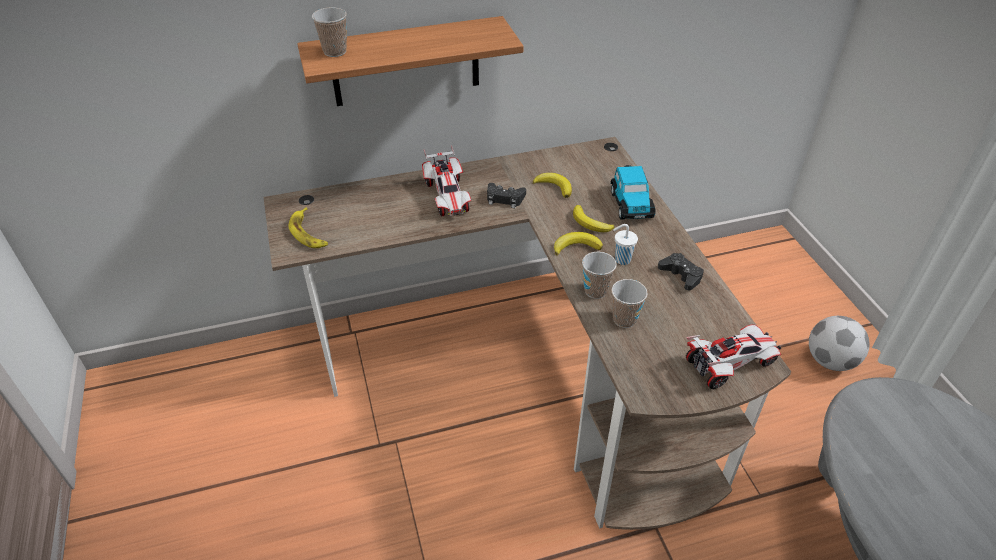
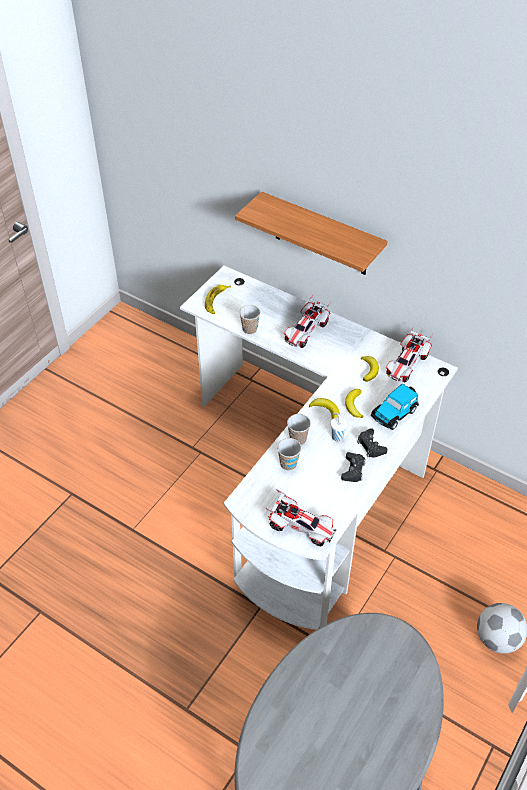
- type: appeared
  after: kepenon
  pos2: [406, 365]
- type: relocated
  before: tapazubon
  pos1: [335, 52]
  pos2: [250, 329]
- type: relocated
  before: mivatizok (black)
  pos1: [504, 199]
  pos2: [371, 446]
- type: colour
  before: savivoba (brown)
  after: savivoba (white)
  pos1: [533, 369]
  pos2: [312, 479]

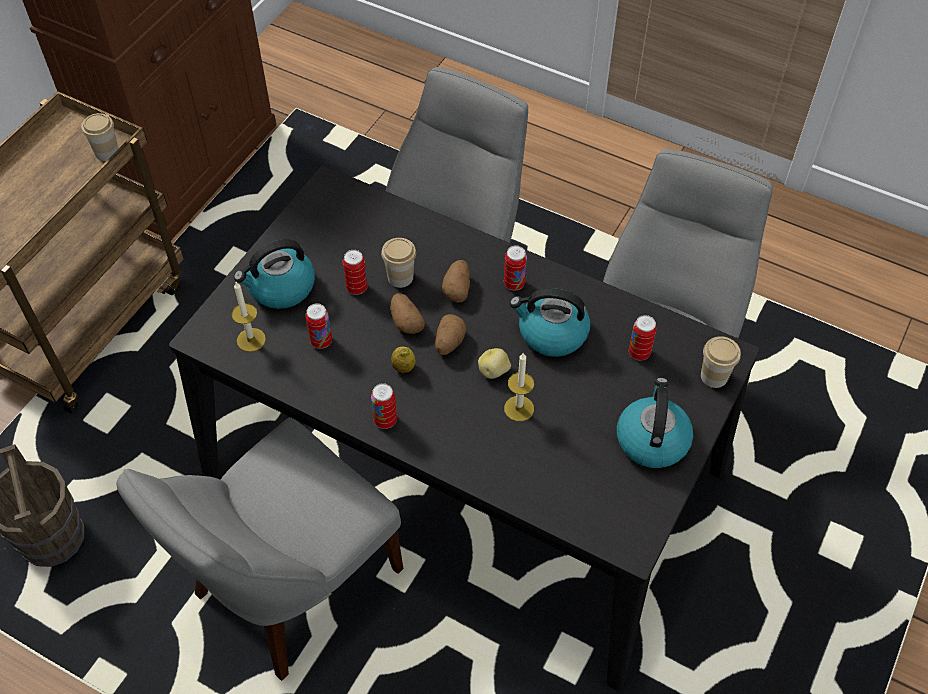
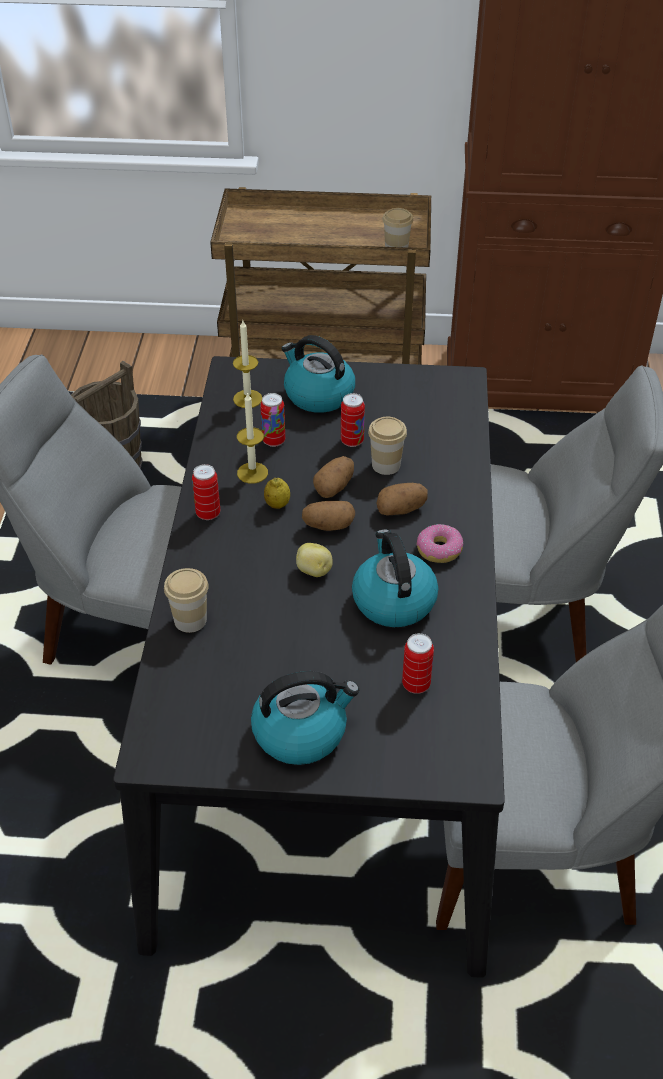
- type: relocated
  before: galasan
  pos1: [519, 408]
  pos2: [252, 473]
- type: relocated
  before: tapazubon
  pos1: [714, 376]
  pos2: [190, 620]
- type: exchanged
  before: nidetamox
  after: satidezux
  pos1: [514, 283]
  pos2: [439, 549]

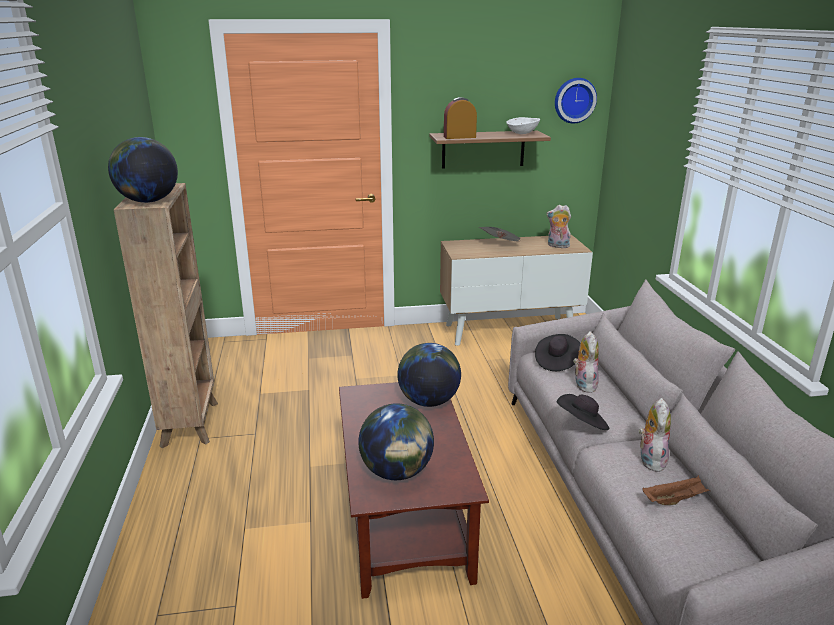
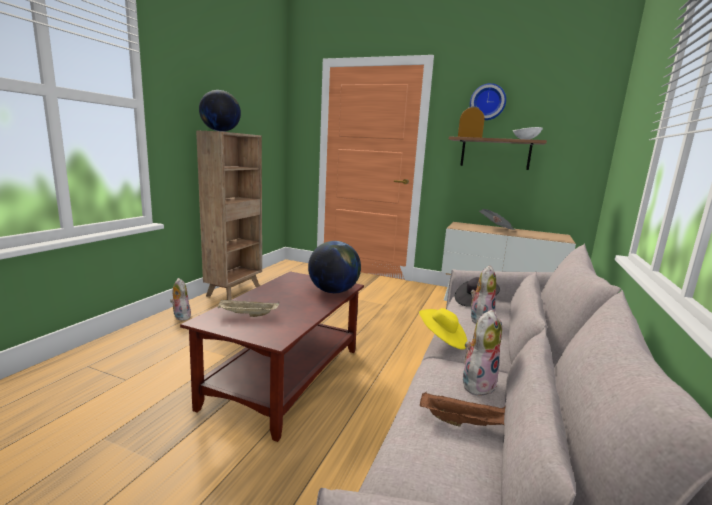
- type: relocated
  before: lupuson
  pos1: [557, 246]
  pos2: [180, 317]
- type: relocated
  before: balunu
  pos1: [574, 100]
  pos2: [487, 102]
- type: exchanged
  before: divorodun
  after: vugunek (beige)
  pos1: [397, 472]
  pos2: [247, 315]
- type: colour
  before: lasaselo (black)
  after: lasaselo (yellow)
  pos1: [582, 424]
  pos2: [442, 340]

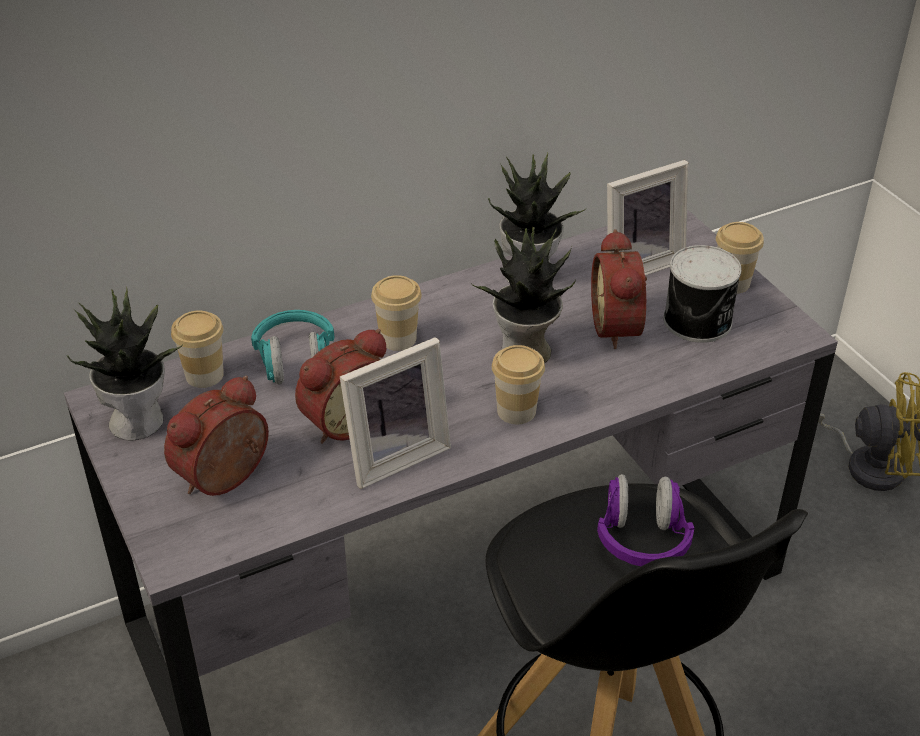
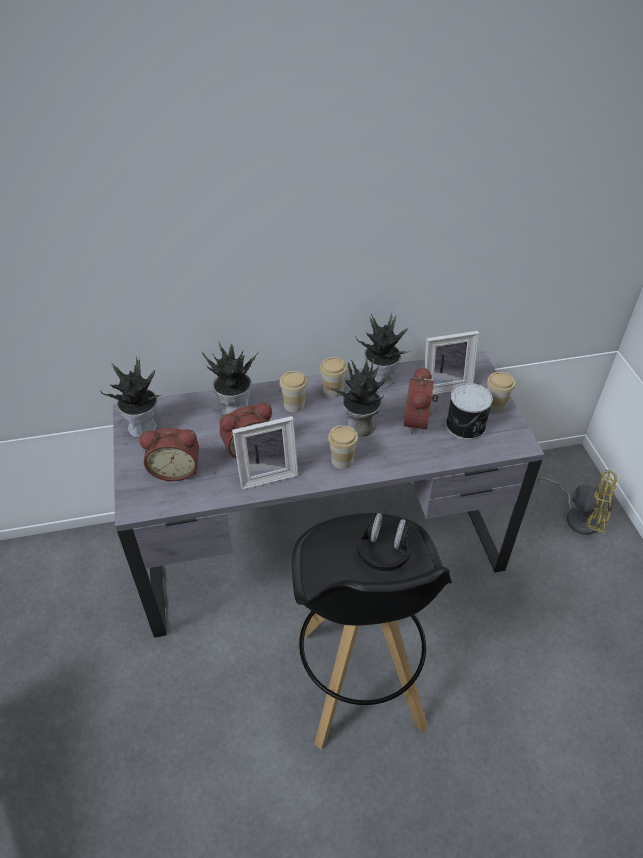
- type: relocated
  before: tapazubon
  pos1: [204, 375]
  pos2: [333, 391]
- type: exchanged
  before: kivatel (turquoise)
  after: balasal
  pos1: [295, 362]
  pos2: [235, 408]
- type: colour
  before: kivatel (purple)
  after: kivatel (black)
  pos1: [642, 539]
  pos2: [384, 551]
- type: spun
  before: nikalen
  pos1: [227, 479]
  pos2: [175, 469]
  turn: -150

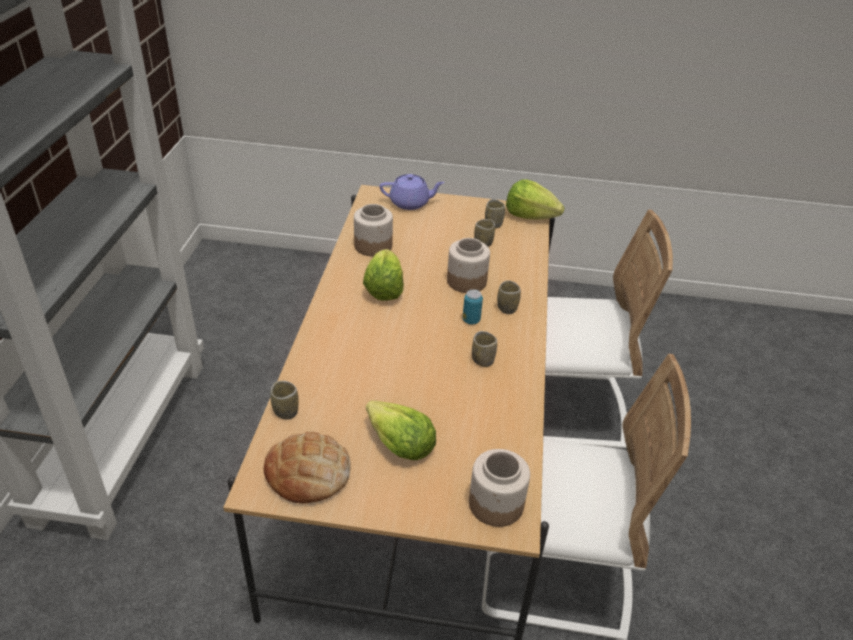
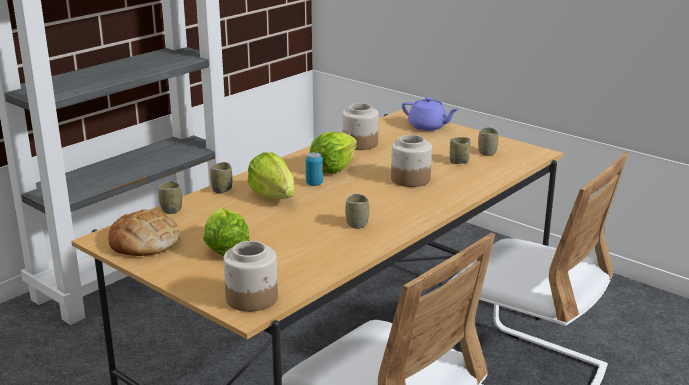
- type: relocated
  before: nidetamox
  pos1: [471, 320]
  pos2: [314, 183]
- type: relocated
  before: tapazubon
  pos1: [507, 308]
  pos2: [222, 190]
- type: relocated
  before: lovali
  pos1: [530, 216]
  pos2: [273, 196]

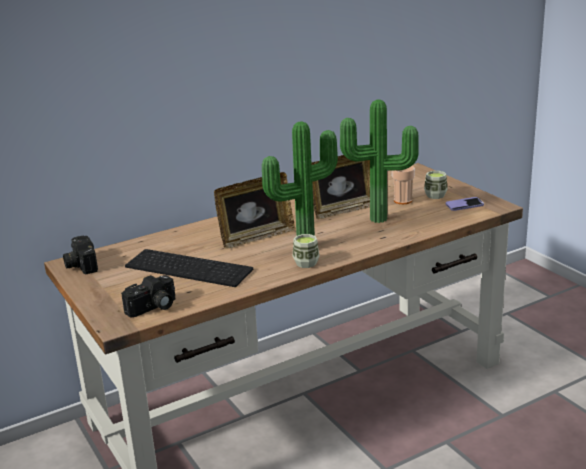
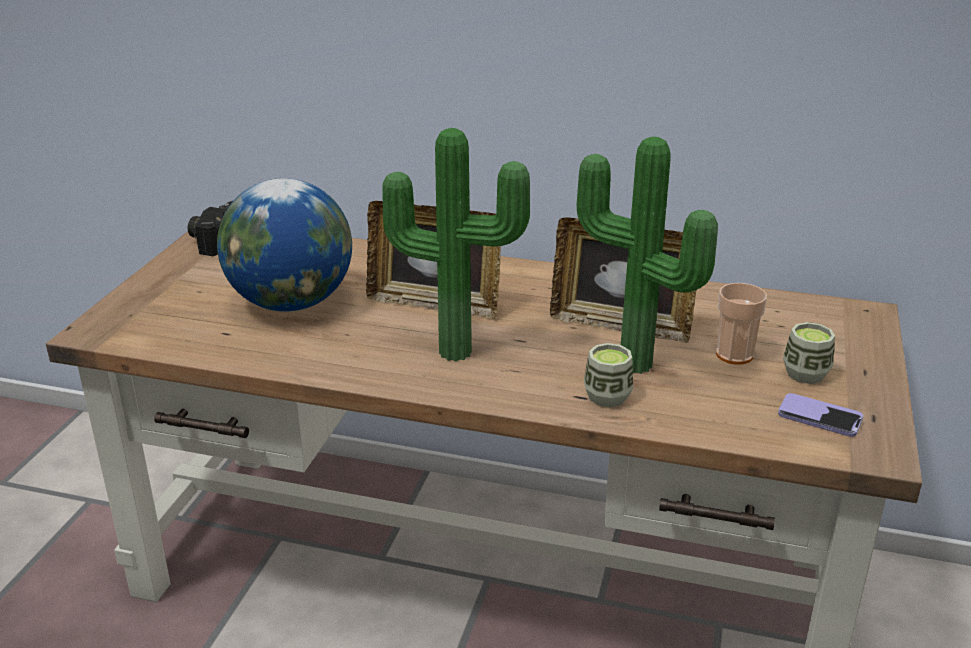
- type: missing
  before: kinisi
  pos1: [153, 308]
- type: relocated
  before: tapazubon
  pos1: [306, 263]
  pos2: [607, 396]
- type: exchanged
  before: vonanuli
  after: divorodun
  pos1: [191, 267]
  pos2: [292, 303]

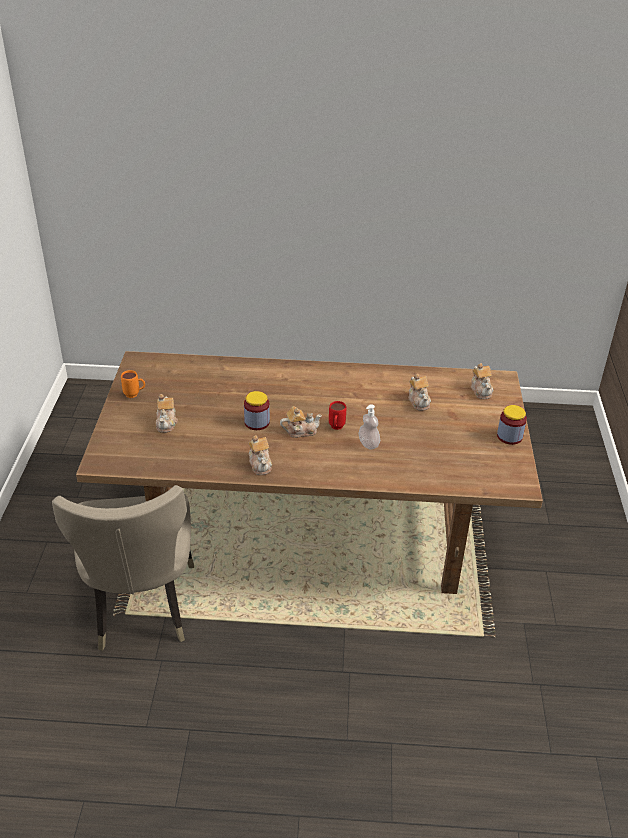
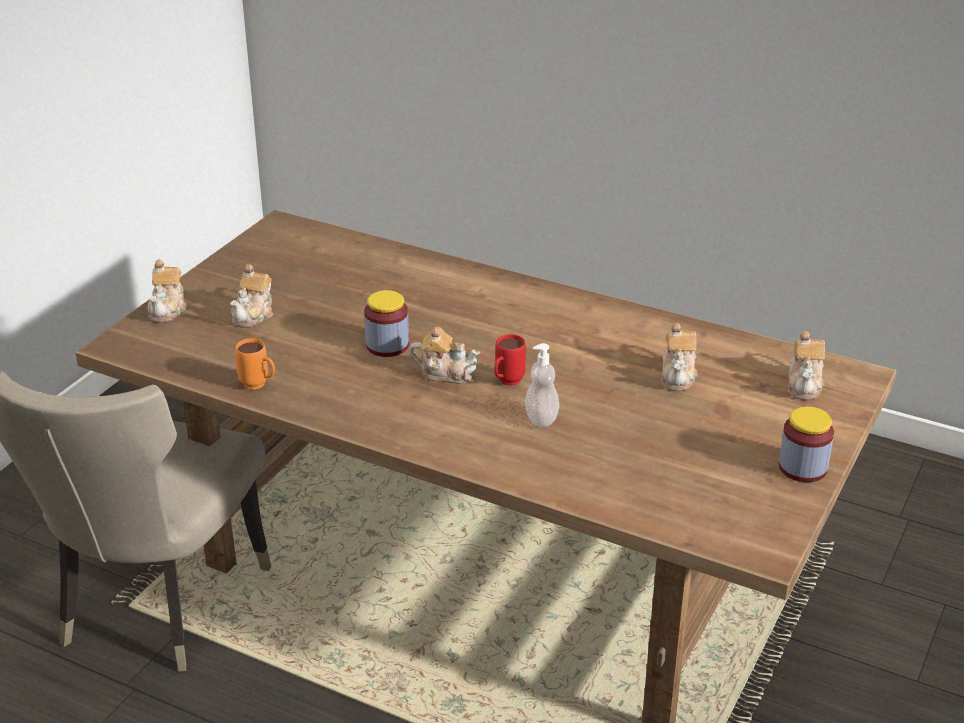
- type: relocated
  before: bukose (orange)
  pos1: [135, 395]
  pos2: [259, 386]
- type: relocated
  before: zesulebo
  pos1: [260, 464]
  pos2: [168, 309]

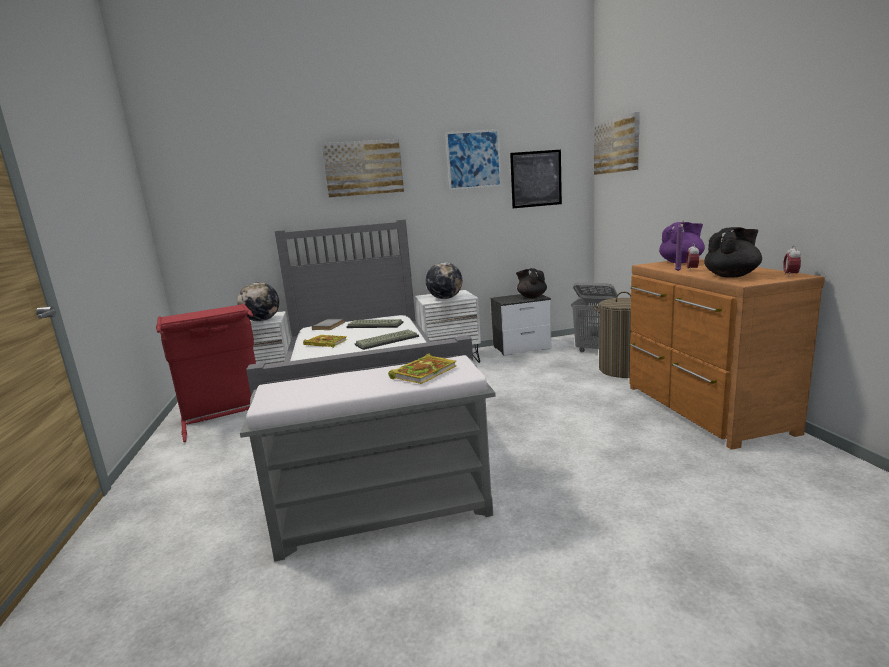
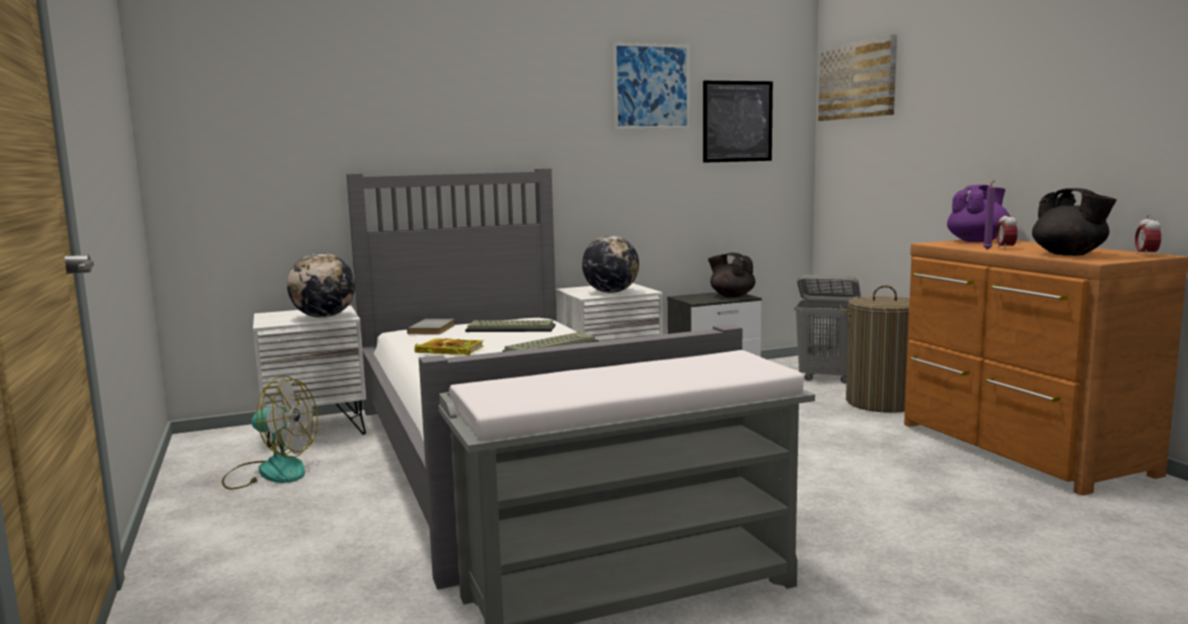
- type: missing
  before: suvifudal
  pos1: [363, 168]
- type: missing
  before: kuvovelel
  pos1: [424, 372]
- type: exchanged
  before: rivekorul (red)
  after: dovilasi
  pos1: [225, 416]
  pos2: [270, 472]
- type: spun
  before: zesulebo (black)
  pos1: [732, 276]
  pos2: [1069, 254]
  turn: 105

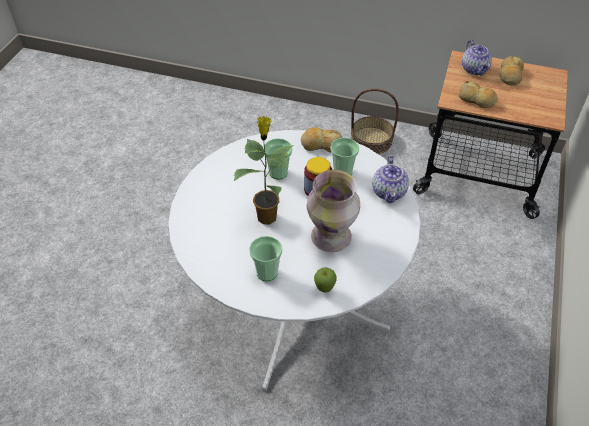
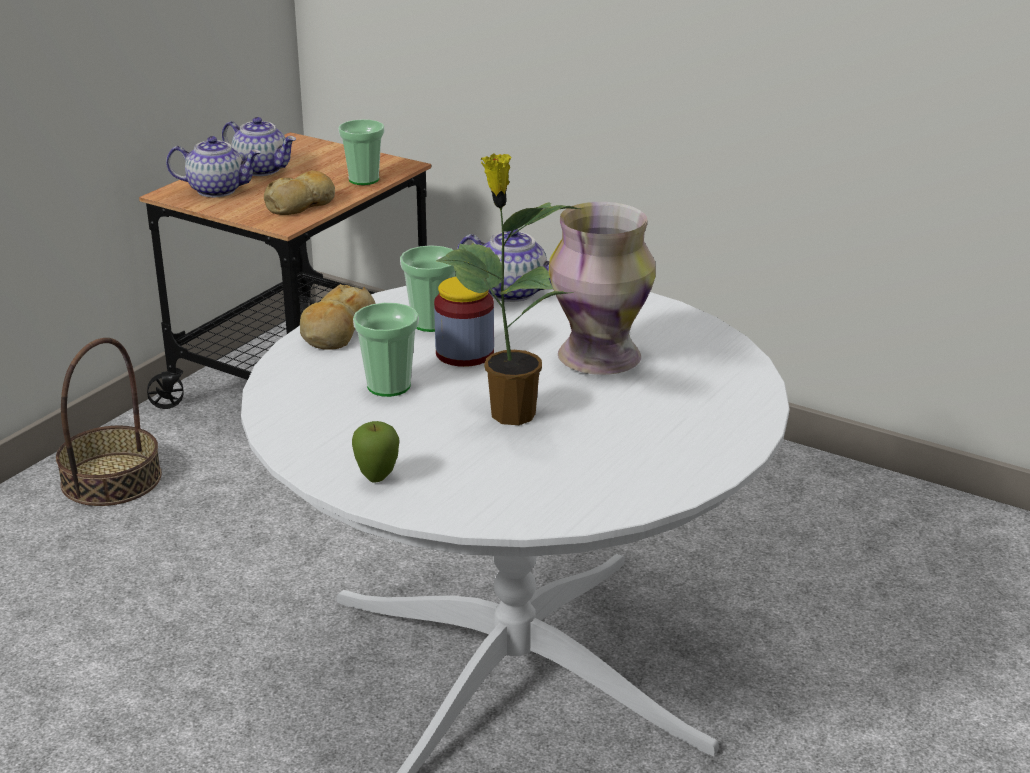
- type: relocated
  before: tapazubon
  pos1: [267, 272]
  pos2: [364, 179]
- type: relocated
  before: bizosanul
  pos1: [324, 289]
  pos2: [377, 479]
- type: exchanged
  before: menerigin
  after: zesulebo
  pos1: [510, 75]
  pos2: [262, 169]

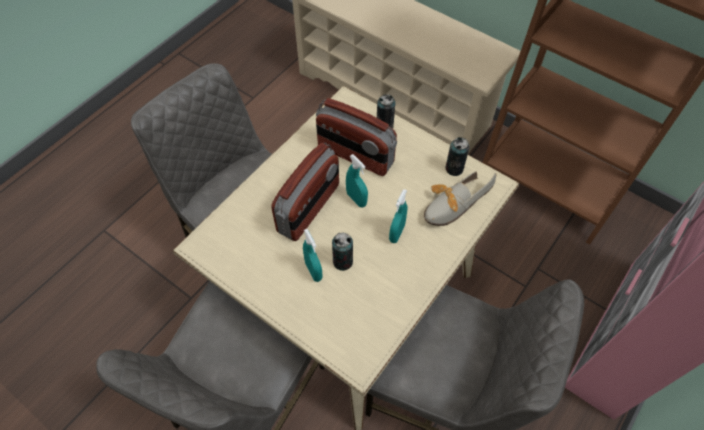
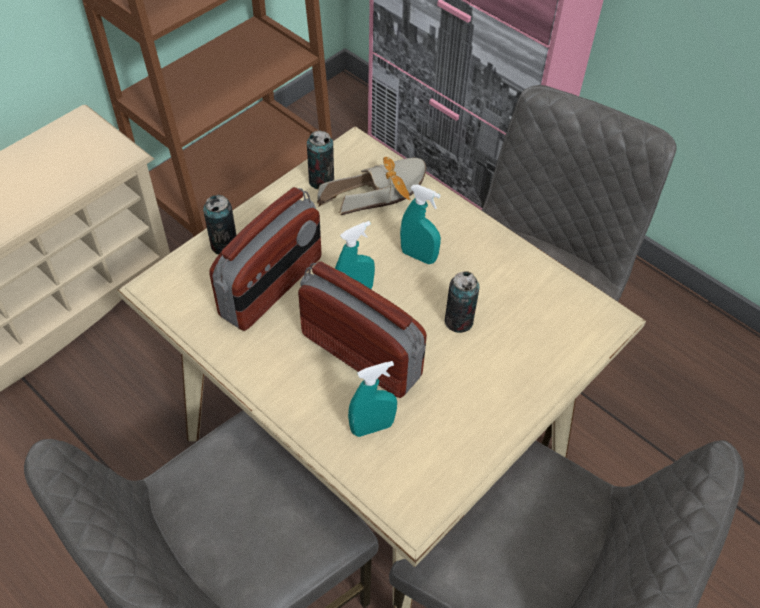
- type: relocated
  before: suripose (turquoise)
  pos1: [313, 271]
  pos2: [372, 427]
- type: spun
  before: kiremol
  pos1: [452, 205]
  pos2: [381, 192]
  turn: -90

